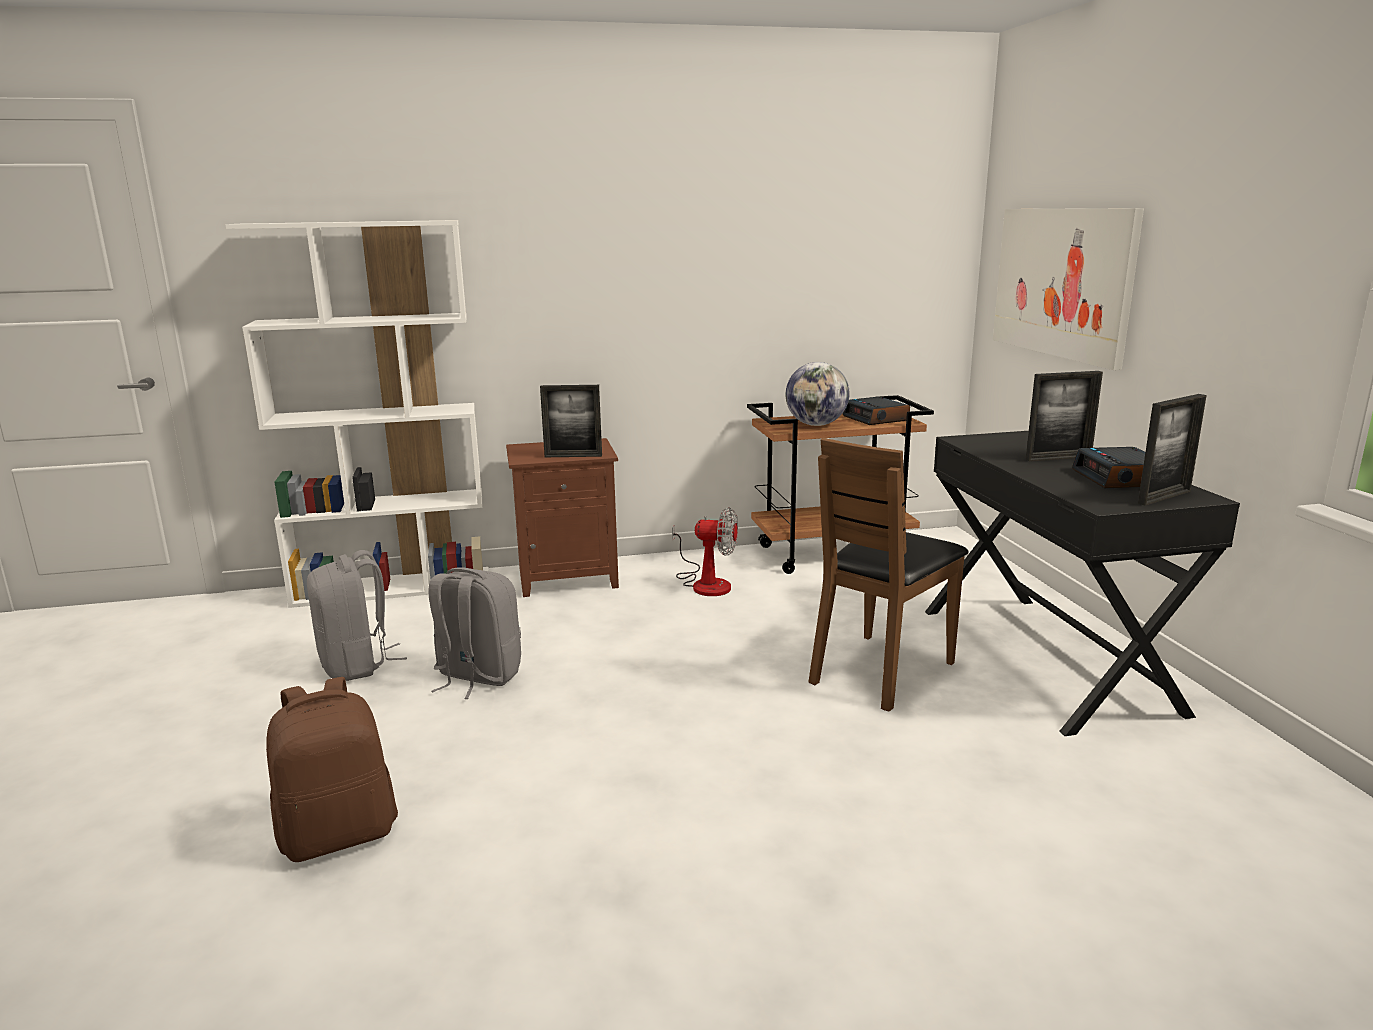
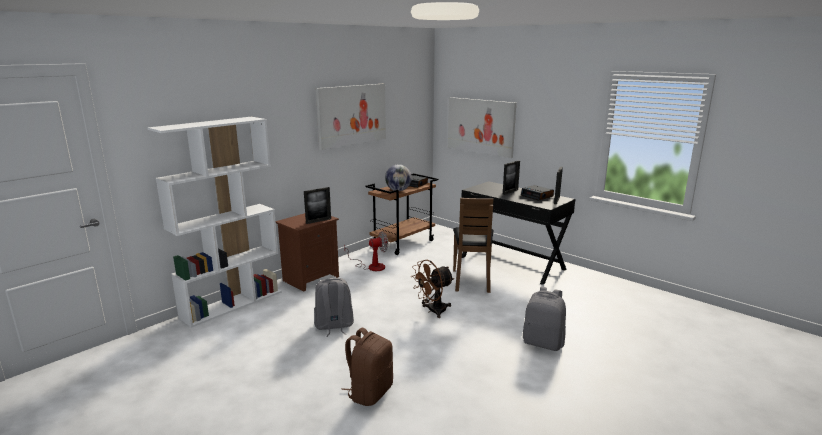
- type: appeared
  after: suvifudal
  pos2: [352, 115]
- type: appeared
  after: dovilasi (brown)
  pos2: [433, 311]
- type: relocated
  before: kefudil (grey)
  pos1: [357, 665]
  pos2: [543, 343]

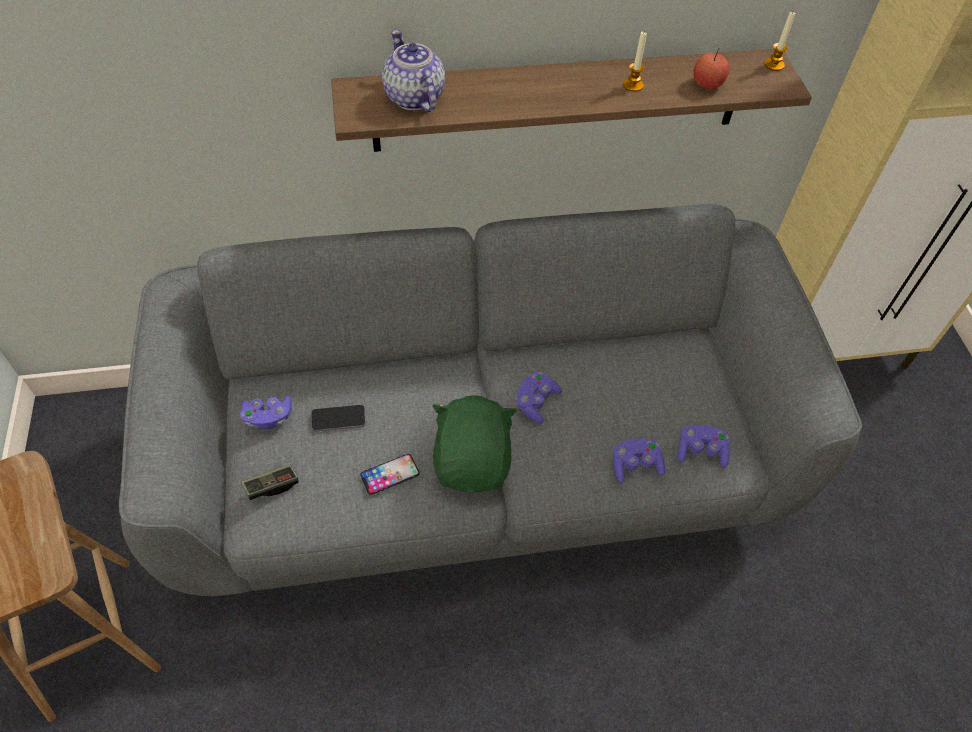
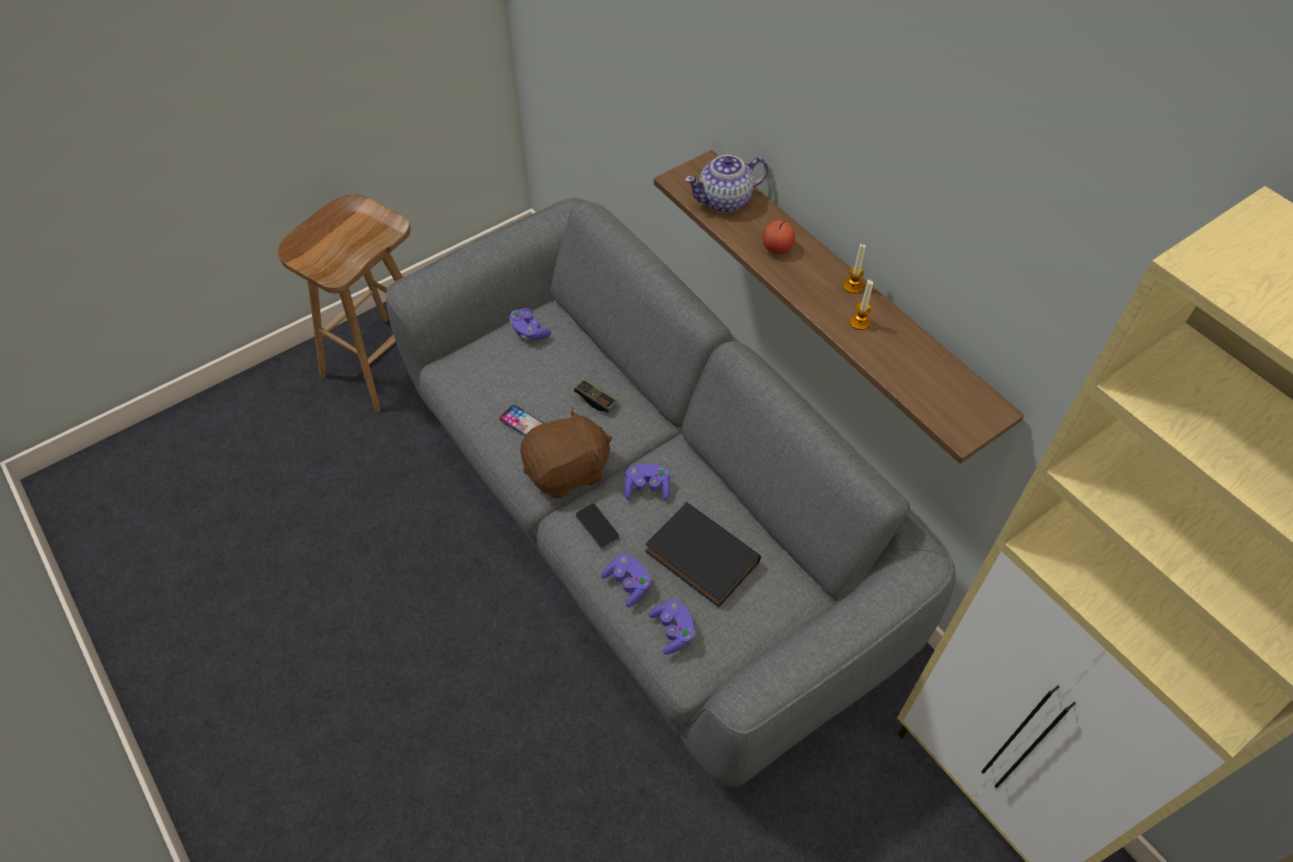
- type: appeared
  after: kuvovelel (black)
  pos2: [704, 558]
- type: relocated
  before: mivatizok
  pos1: [271, 486]
  pos2: [596, 400]
- type: relocated
  before: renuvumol
  pos1: [338, 419]
  pos2: [597, 526]
- type: relocated
  before: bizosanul
  pos1: [707, 84]
  pos2: [777, 248]
- type: relocated
  before: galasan
  pos1: [774, 65]
  pos2: [853, 286]
- type: colour
  before: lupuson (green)
  after: lupuson (brown)
  pos1: [473, 461]
  pos2: [567, 471]
- type: spun
  before: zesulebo
  pos1: [414, 98]
  pos2: [725, 200]
  turn: -150

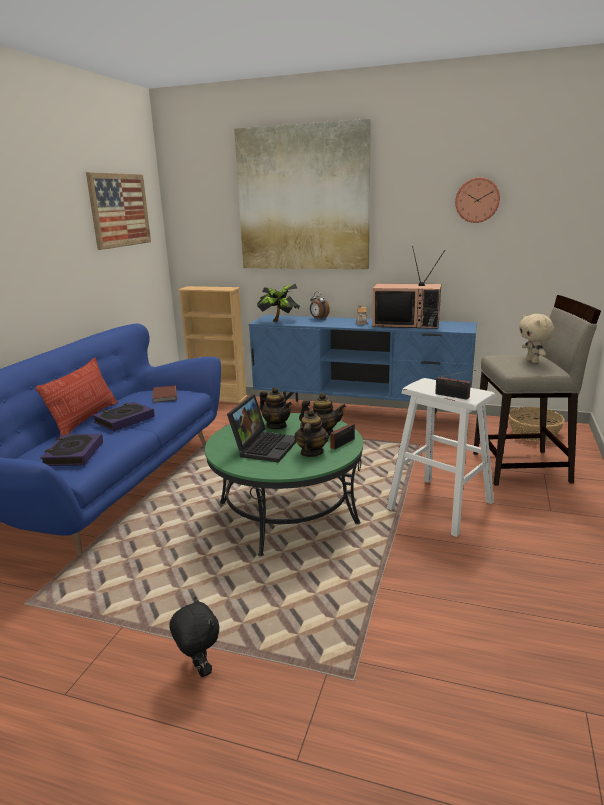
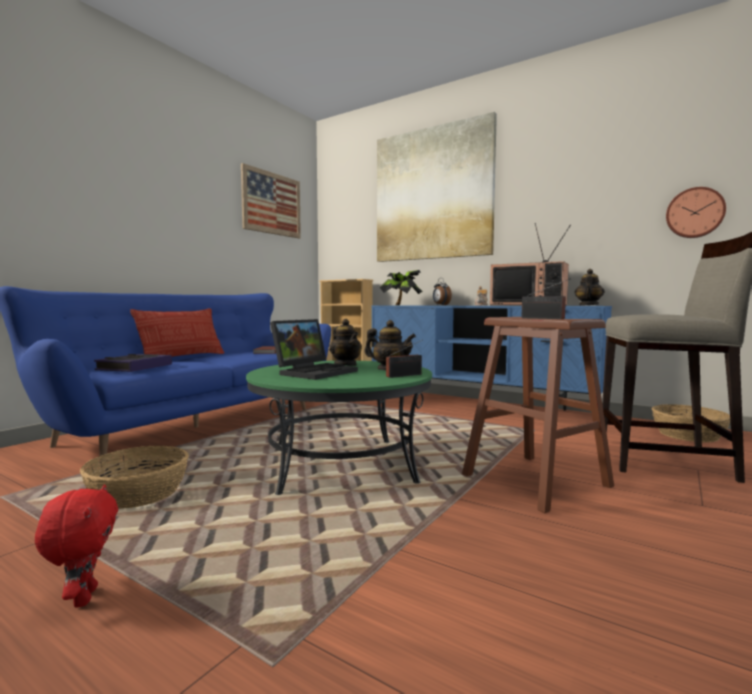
- type: missing
  before: kuvovelel
  pos1: [124, 420]
- type: missing
  before: lupuson (beige)
  pos1: [532, 361]
- type: appeared
  after: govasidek
  pos2: [137, 494]
- type: relocated
  before: zesulebo
  pos1: [311, 452]
  pos2: [588, 305]
- type: relocated
  before: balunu
  pos1: [477, 200]
  pos2: [694, 213]
- type: colour
  before: lupuson (black)
  after: lupuson (red)
  pos1: [198, 669]
  pos2: [83, 597]
- type: colour
  before: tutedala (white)
  after: tutedala (brown)
  pos1: [440, 505]
  pos2: [535, 481]

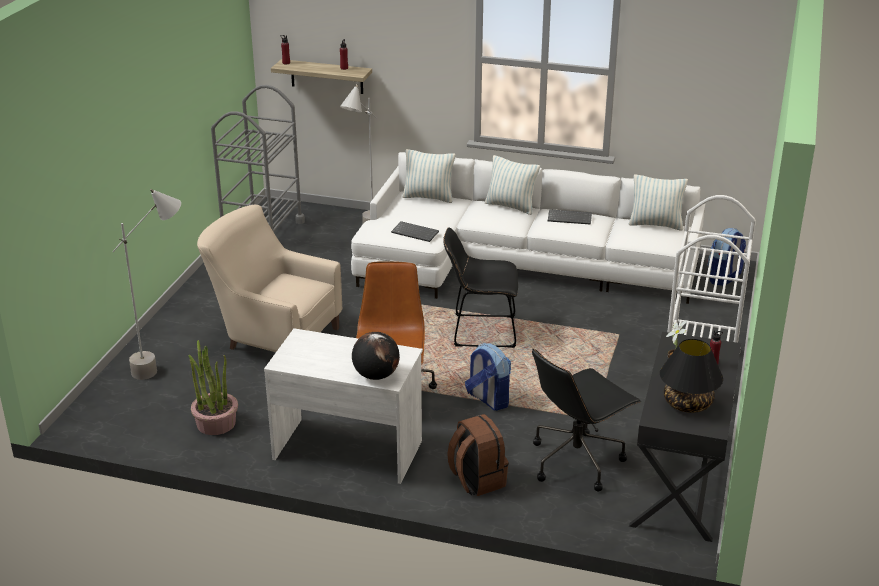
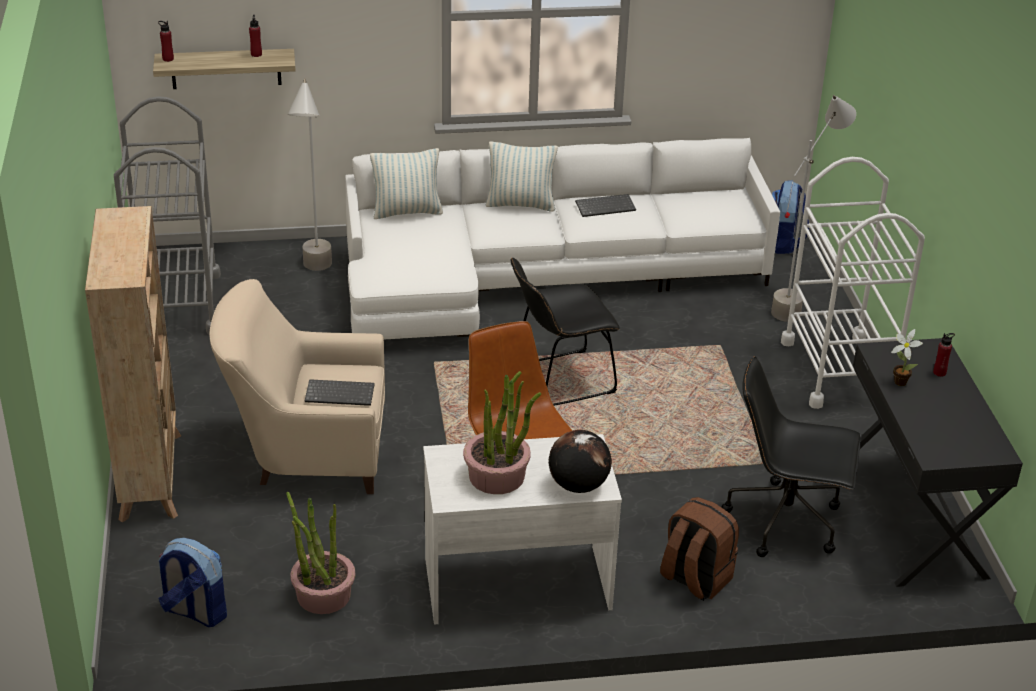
- type: missing
  before: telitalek
  pos1: [655, 224]
- type: missing
  before: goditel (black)
  pos1: [687, 403]
- type: appeared
  after: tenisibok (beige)
  pos2: [151, 476]
- type: appeared
  after: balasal
  pos2: [497, 476]
- type: relocated
  before: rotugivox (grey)
  pos1: [165, 366]
  pos2: [798, 302]
- type: relocated
  before: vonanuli
  pos1: [416, 232]
  pos2: [341, 393]
- type: relocated
  before: kefudil
  pos1: [488, 399]
  pos2: [194, 612]
- type: spun
  before: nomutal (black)
  pos1: [577, 460]
  pos2: [786, 521]
  turn: 75

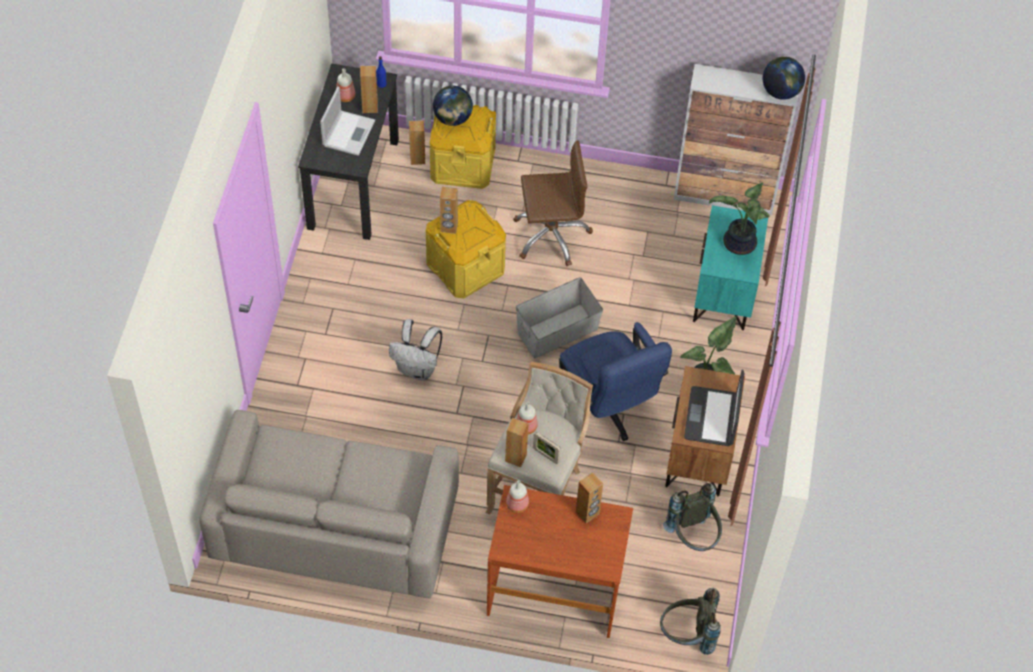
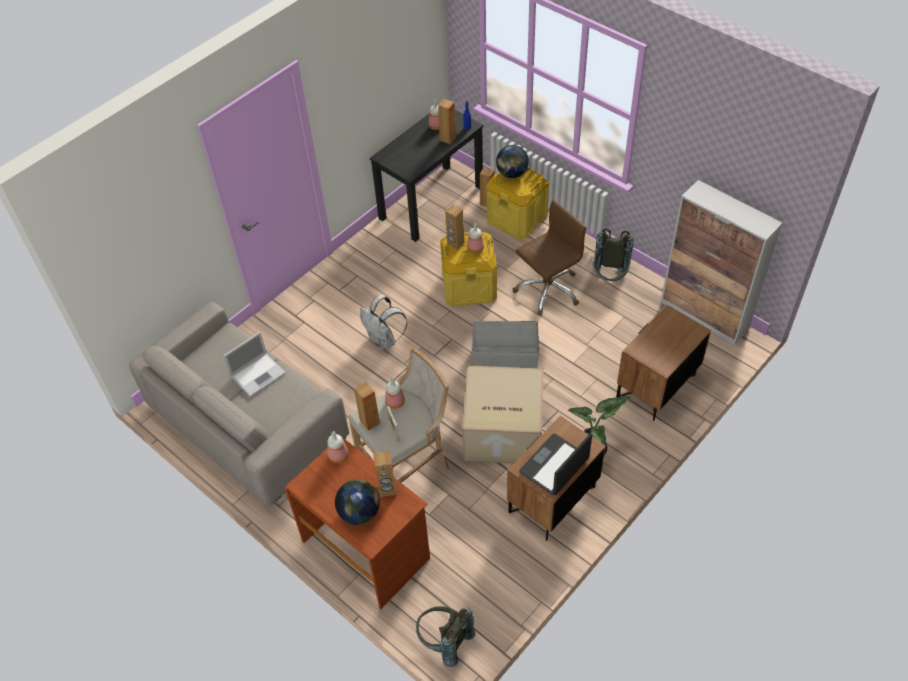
- type: missing
  before: balasal
  pos1: [738, 245]
- type: appeared
  after: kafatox
  pos2: [476, 248]
- type: relocated
  before: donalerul
  pos1: [349, 132]
  pos2: [258, 374]
- type: relocated
  before: kefudil (grey)
  pos1: [693, 537]
  pos2: [609, 278]
- type: relocated
  before: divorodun
  pos1: [781, 92]
  pos2: [359, 513]
- type: exchanged
  before: nomutal (blue)
  after: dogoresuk
  pos1: [606, 409]
  pos2: [501, 431]
- type: colour
  before: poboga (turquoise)
  after: poboga (brown)
  pos1: [724, 293]
  pos2: [656, 386]
- type: spun
  before: nomutal (brown)
  pos1: [551, 235]
  pos2: [547, 290]
  turn: -60

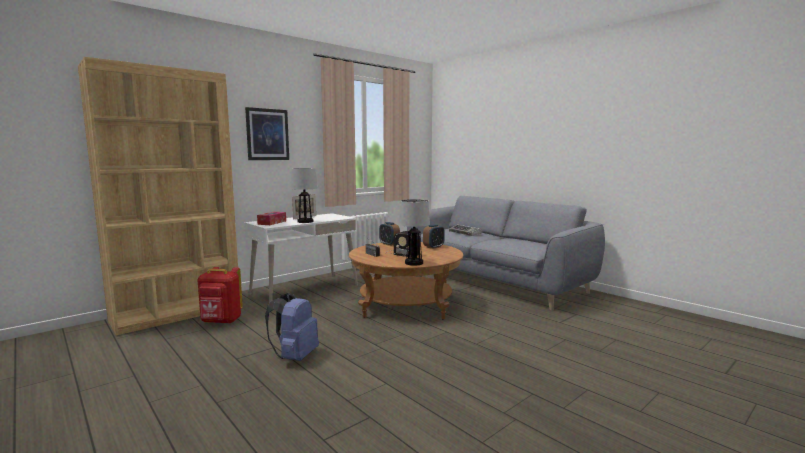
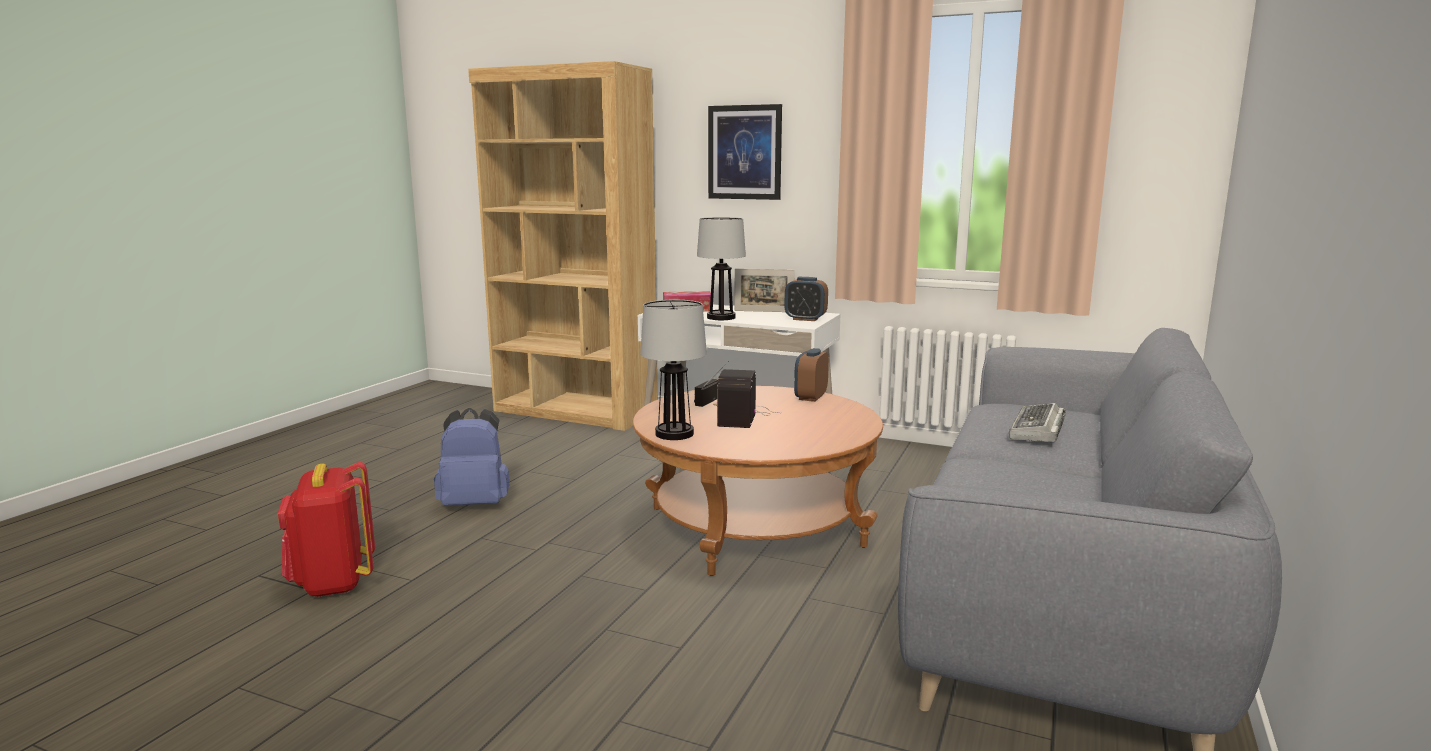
- type: relocated
  before: kefudil (red)
  pos1: [221, 321]
  pos2: [333, 583]
- type: relocated
  before: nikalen
  pos1: [433, 247]
  pos2: [805, 319]

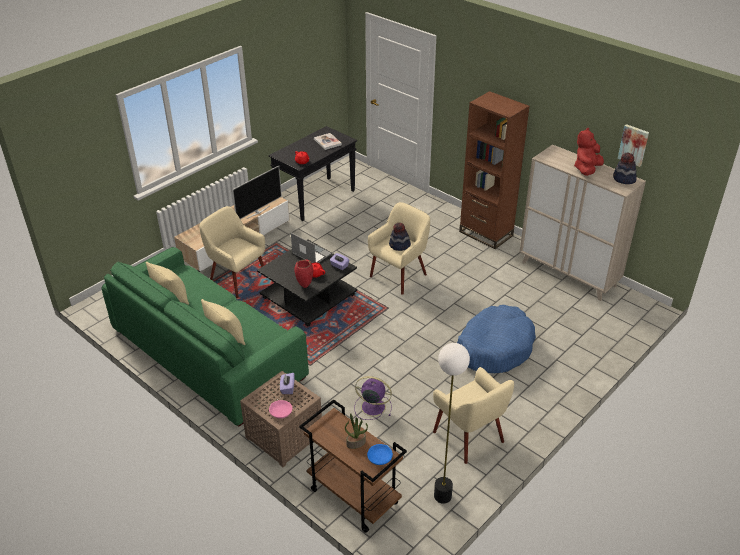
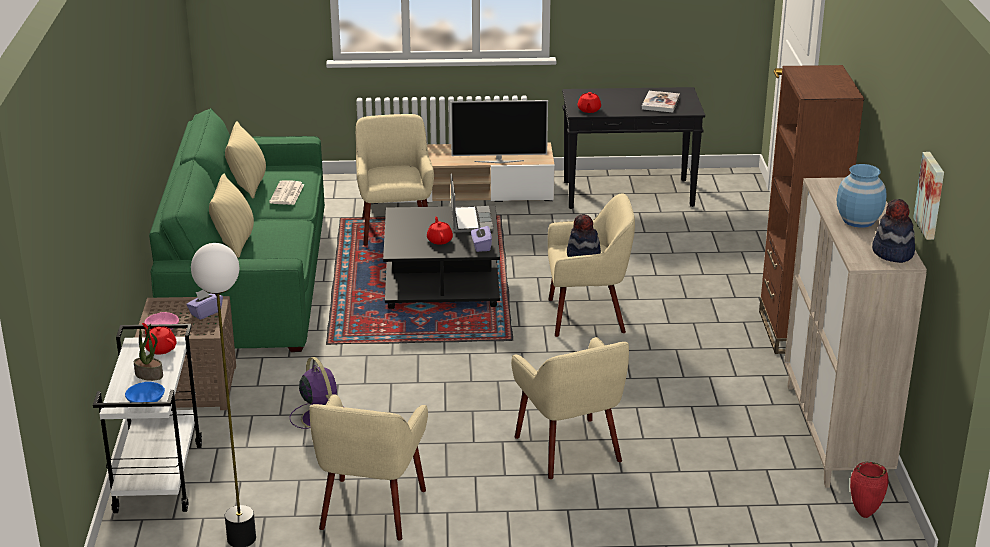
- type: appeared
  after: zesulebo (red)
  pos2: [160, 348]
- type: appeared
  after: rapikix
  pos2: [287, 194]
- type: relocated
  before: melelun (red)
  pos1: [304, 286]
  pos2: [864, 514]
- type: exchanged
  before: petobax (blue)
  after: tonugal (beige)
  pos1: [494, 347]
  pos2: [569, 449]
- type: exchanged
  before: lupuson (red)
  after: melelun (blue)
  pos1: [586, 169]
  pos2: [858, 220]
- type: colour
  before: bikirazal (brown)
  after: bikirazal (white)
  pos1: [352, 496]
  pos2: [158, 477]

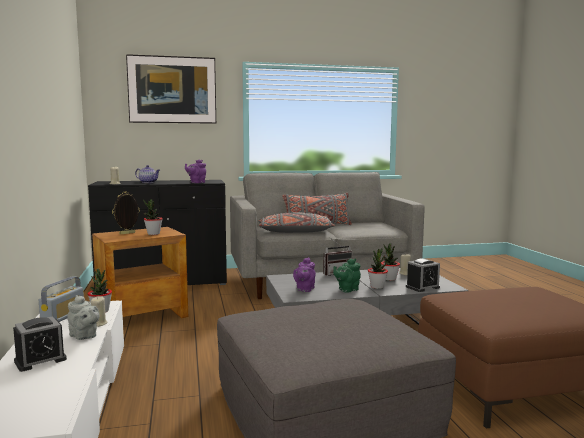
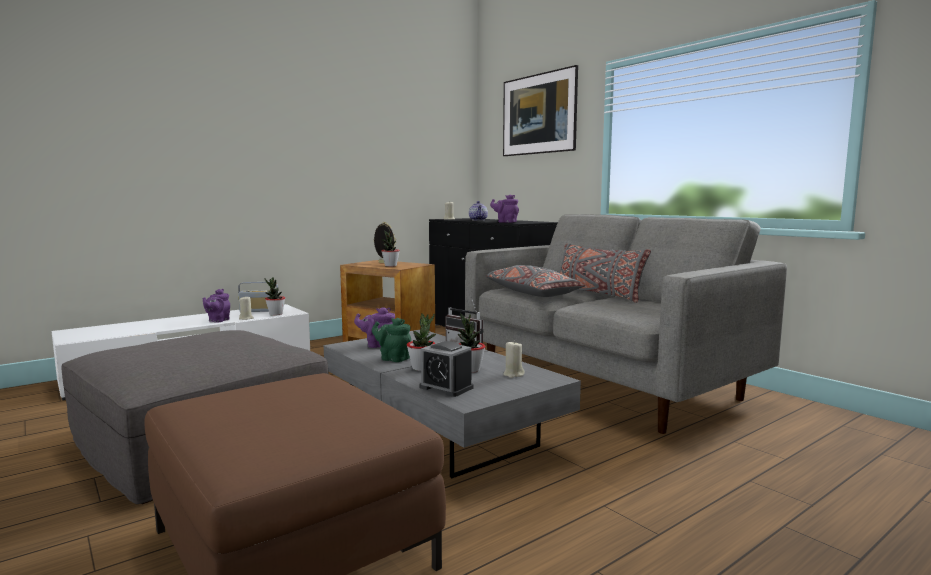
- type: missing
  before: nikalen
  pos1: [40, 360]
- type: colour
  before: zesulebo (grey)
  after: zesulebo (purple)
  pos1: [84, 336]
  pos2: [217, 320]

